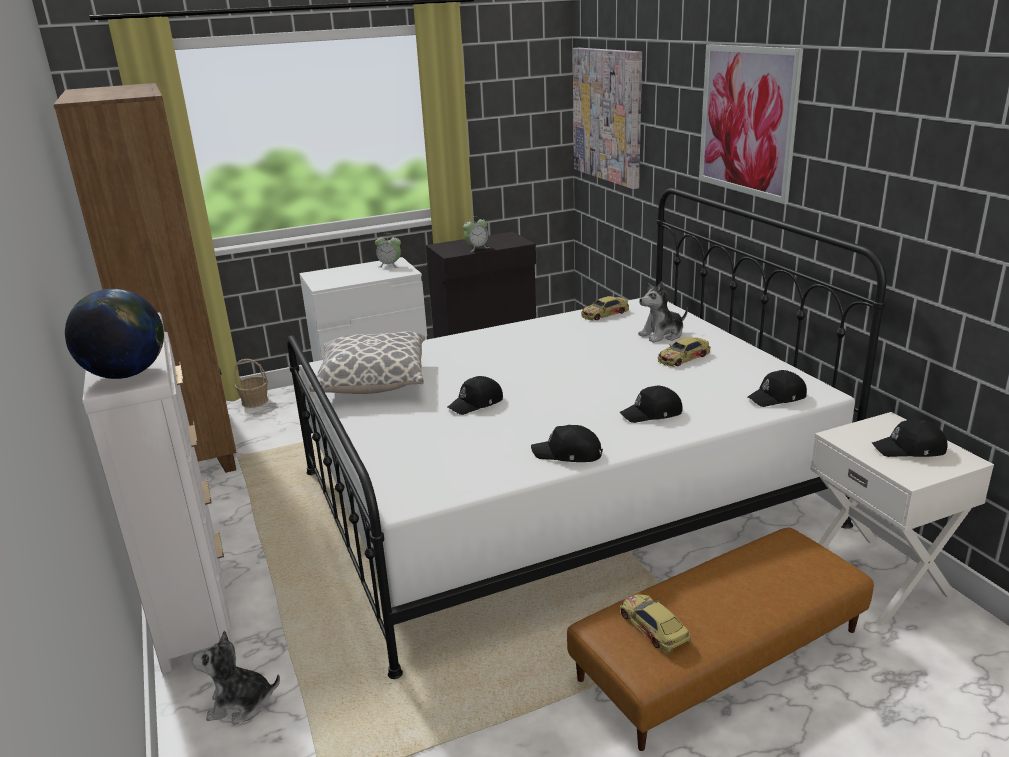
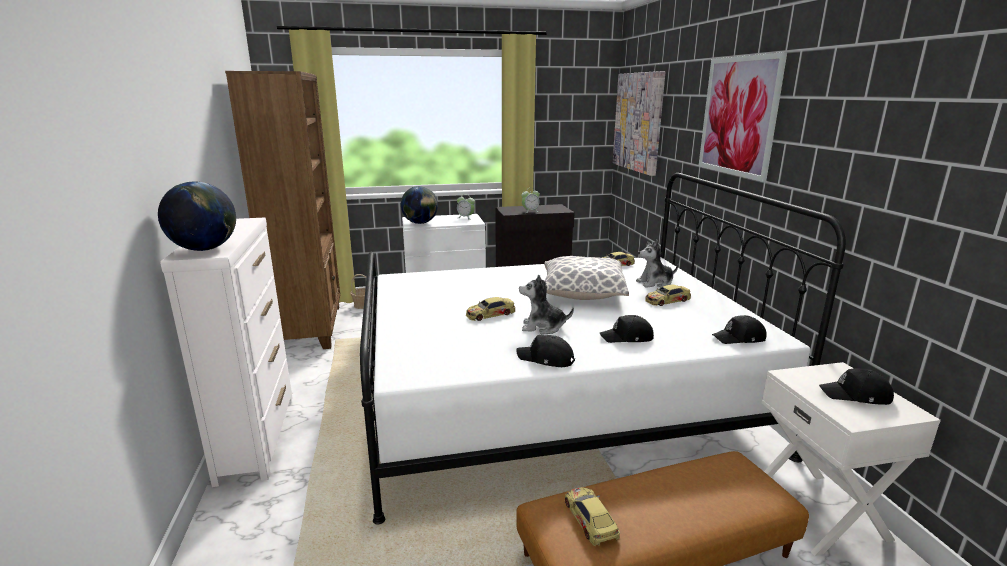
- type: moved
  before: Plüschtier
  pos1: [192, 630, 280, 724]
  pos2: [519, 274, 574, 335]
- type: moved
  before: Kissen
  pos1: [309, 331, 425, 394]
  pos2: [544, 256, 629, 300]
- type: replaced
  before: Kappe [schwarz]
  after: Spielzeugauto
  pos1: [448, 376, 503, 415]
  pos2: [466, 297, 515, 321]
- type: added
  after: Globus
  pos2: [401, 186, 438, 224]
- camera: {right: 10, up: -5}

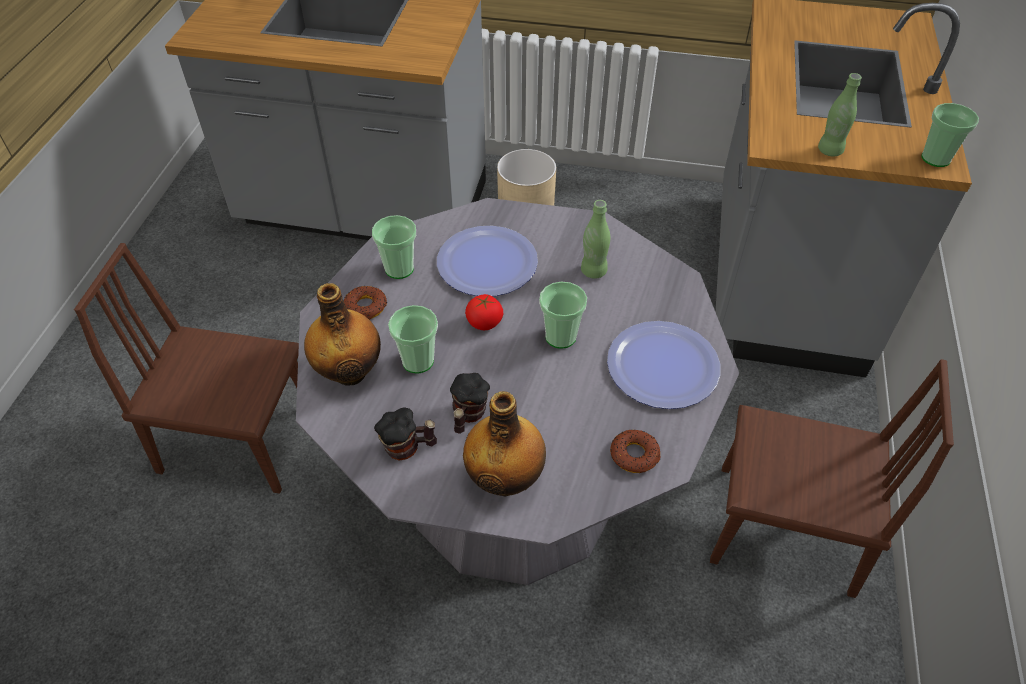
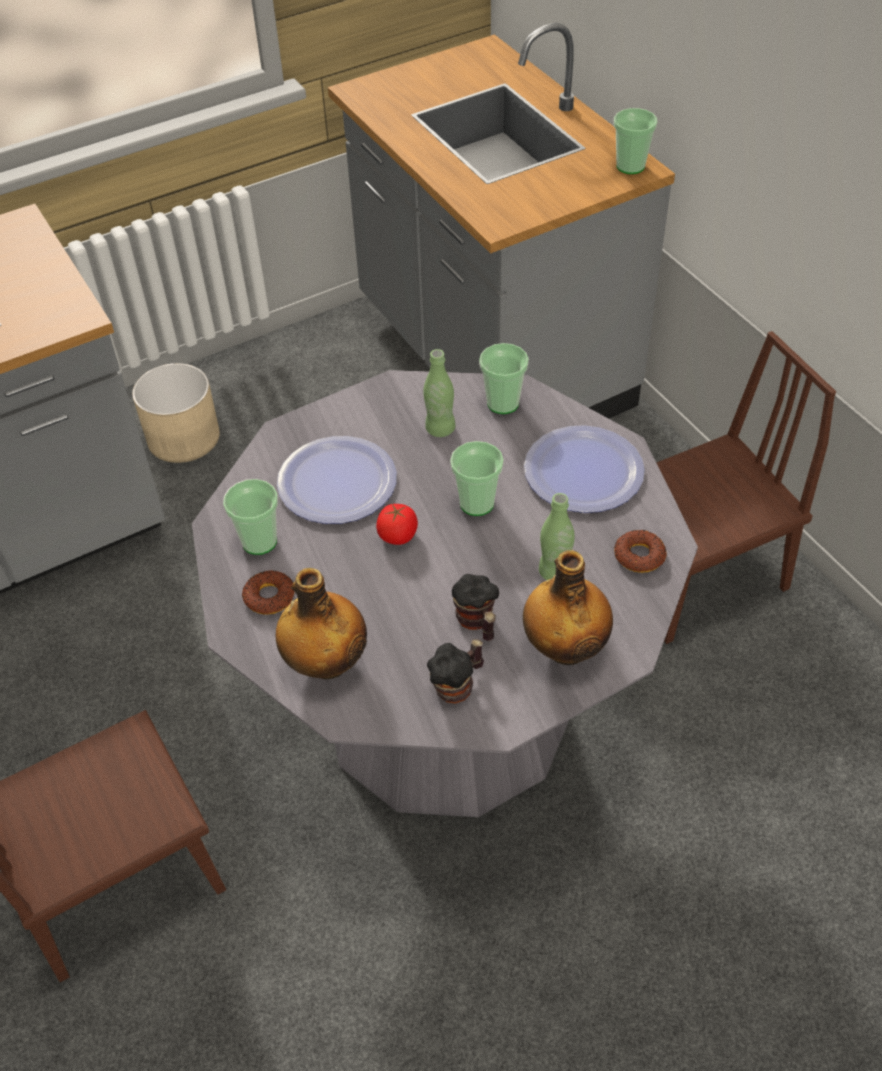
- type: moved
  before: Tasse
  pos1: [388, 305, 438, 374]
  pos2: [479, 343, 529, 414]
- type: moved
  before: Flasche [grün]
  pos1: [818, 73, 862, 156]
  pos2: [539, 493, 575, 580]
- camera: {right: -40, up: 0}

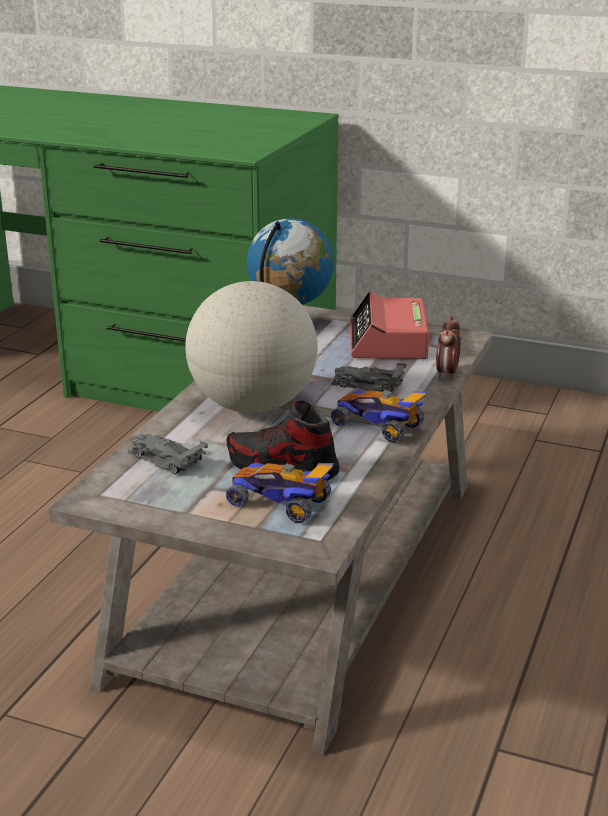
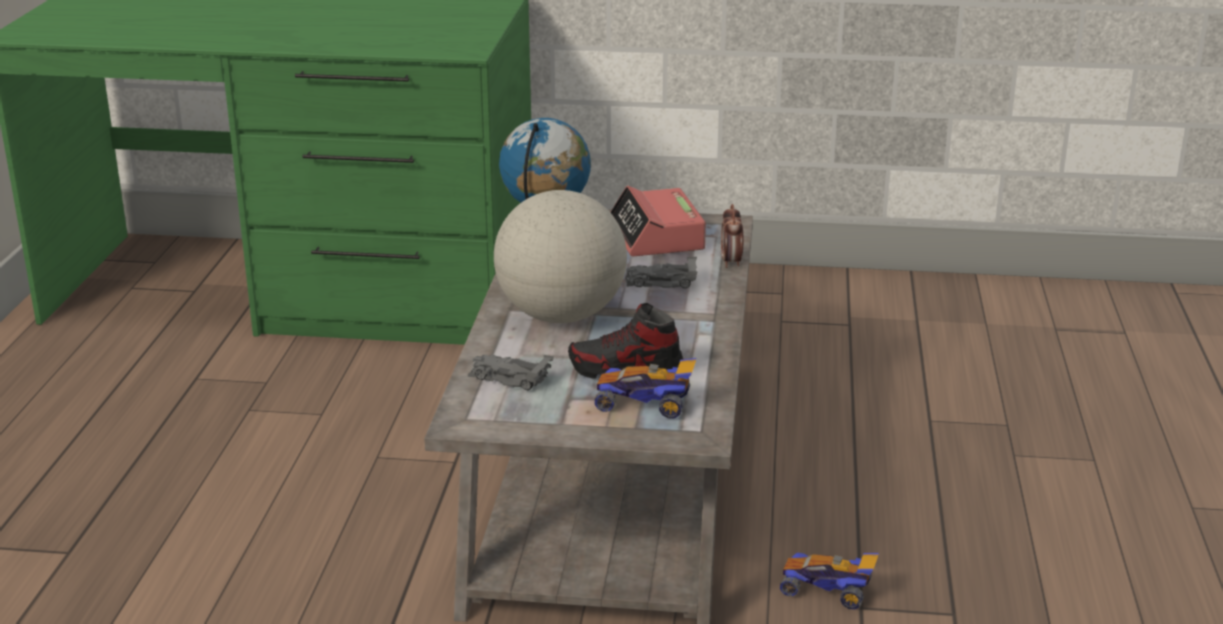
- type: moved
  before: Spielzeugauto
  pos1: [331, 390, 427, 443]
  pos2: [780, 553, 879, 610]
- camera: {right: -15, up: 0}

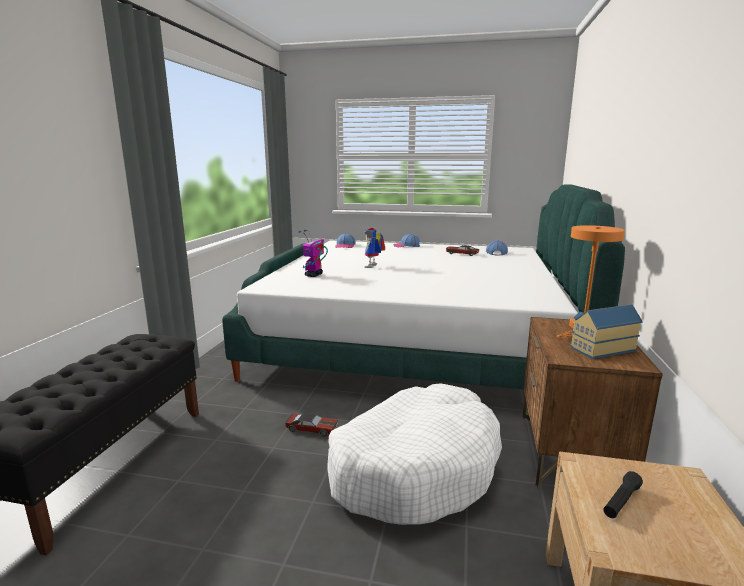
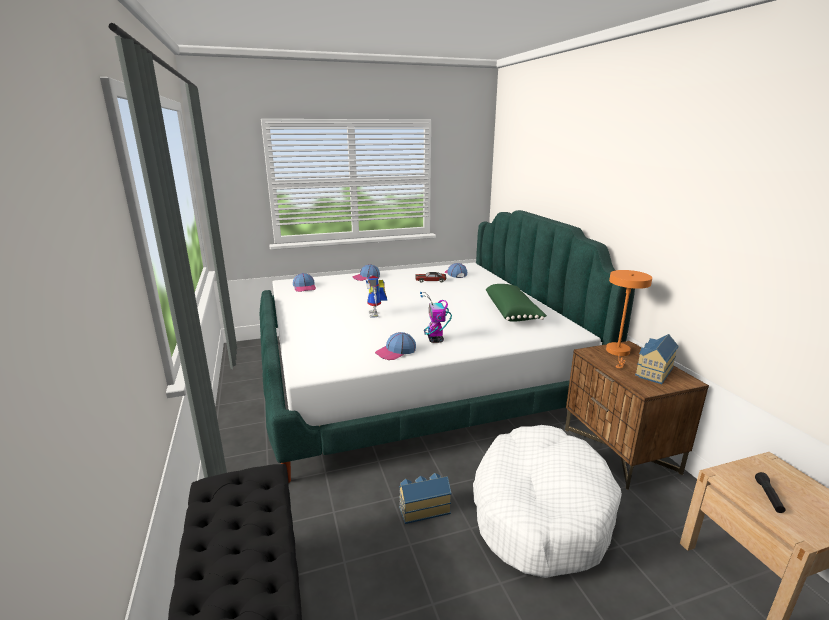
- type: replaced
  before: Spielzeugauto
  after: Spielzeughaus
  pos1: [285, 413, 338, 437]
  pos2: [399, 473, 452, 524]
- type: moved
  before: Spielzeugroboter
  pos1: [298, 230, 328, 277]
  pos2: [420, 292, 452, 343]
- type: added
  after: Kappe
  pos2: [375, 332, 416, 360]
- type: added
  after: Kissen [grün]
  pos2: [486, 284, 547, 322]
- camera: {right: -30, up: 5}

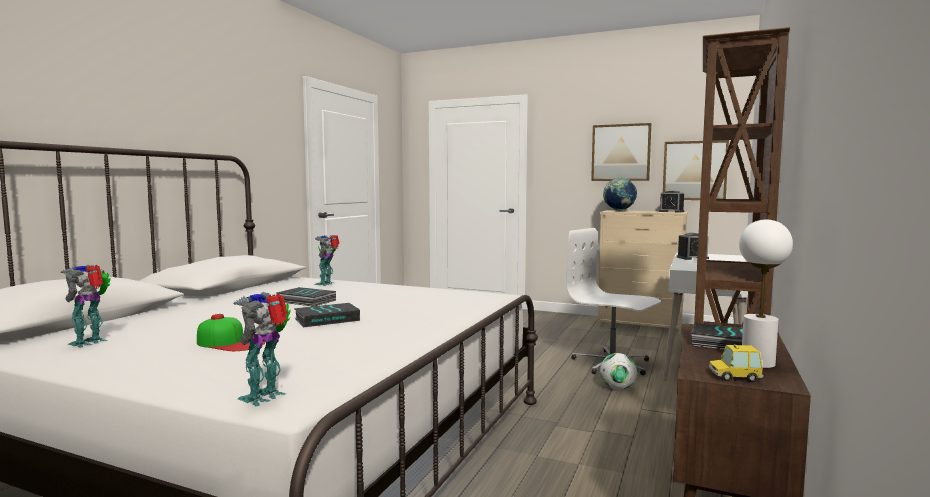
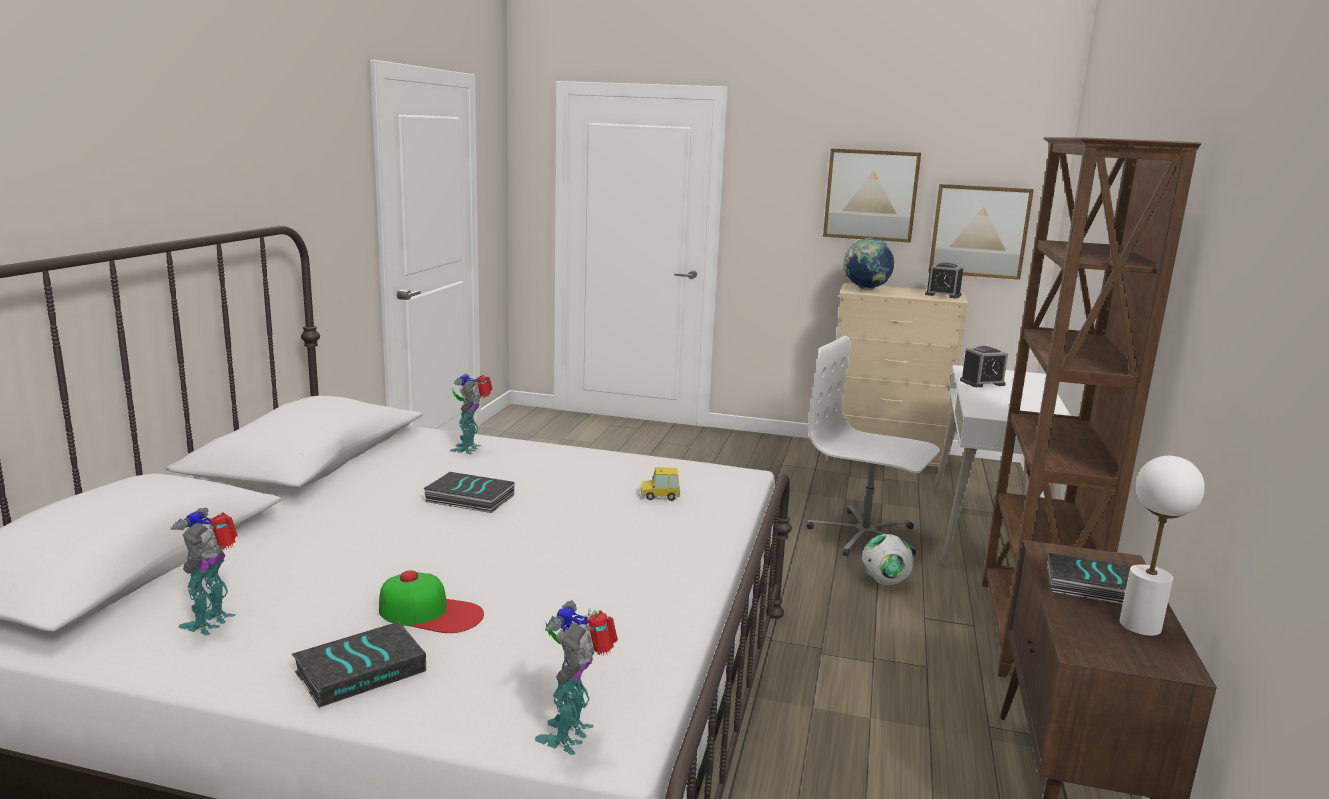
- type: moved
  before: Buch
  pos1: [294, 303, 360, 327]
  pos2: [292, 622, 426, 708]
- type: moved
  before: Spielzeugauto
  pos1: [709, 345, 763, 382]
  pos2: [641, 467, 680, 501]
- camera: {right: -10, up: 10}

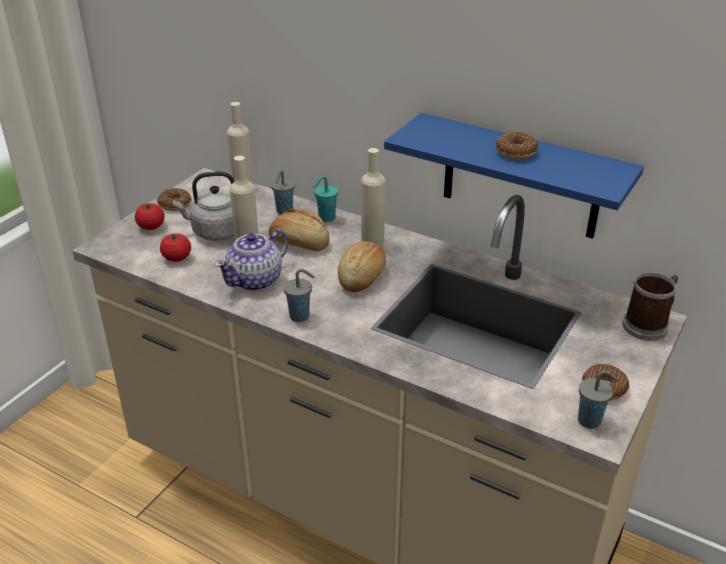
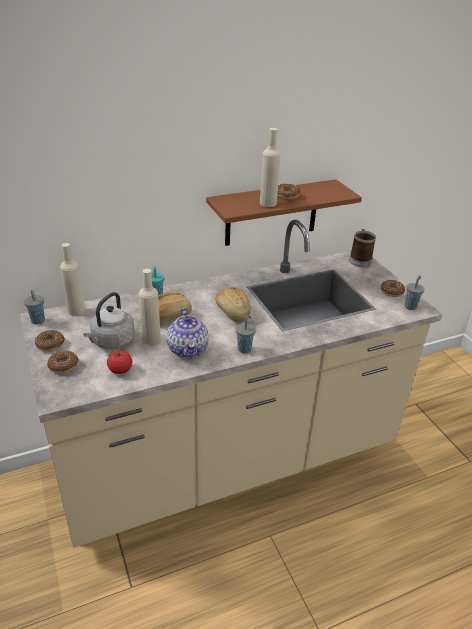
- type: replaced
  before: Tomate
  after: Donut
  pos1: [135, 203, 165, 230]
  pos2: [47, 351, 79, 374]
- type: moved
  before: Tasse [grau]
  pos1: [271, 170, 295, 215]
  pos2: [24, 289, 45, 324]
- type: moved
  before: Flasche [beige]
  pos1: [361, 148, 385, 246]
  pos2: [260, 128, 281, 207]
- type: recoloured
  before: Wandregal [blau]
  after: Wandregal [braun]
  pos1: [384, 113, 644, 239]
  pos2: [206, 179, 362, 246]
- camera: {right: -55, up: 0}

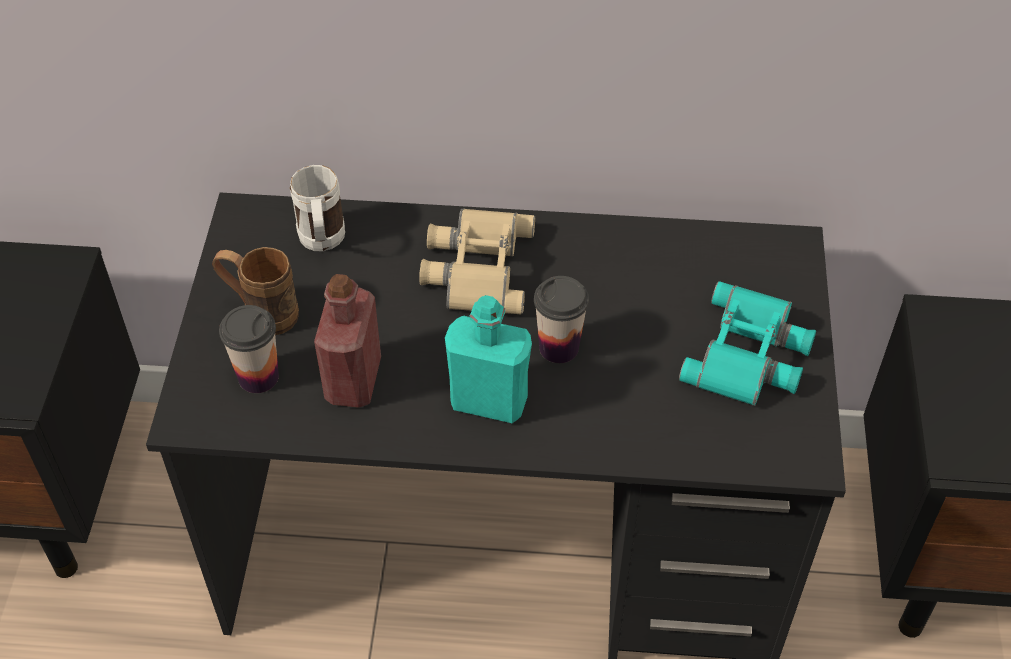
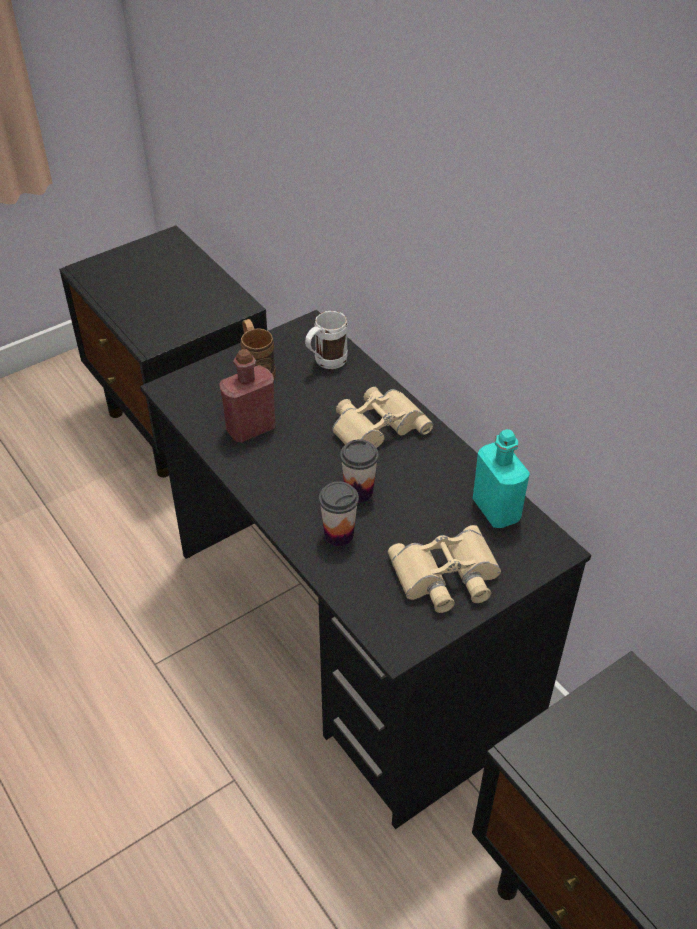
- type: moved
  before: Tasse
  pos1: [219, 305, 279, 393]
  pos2: [319, 481, 359, 546]
- type: moved
  before: Flasche [türkis]
  pos1: [445, 295, 532, 423]
  pos2: [473, 429, 530, 528]
- type: recoloured
  before: Fernglas [türkis]
  after: Fernglas [beige]
  pos1: [679, 281, 816, 406]
  pos2: [388, 525, 501, 613]
- camera: {right: 50, up: -5}

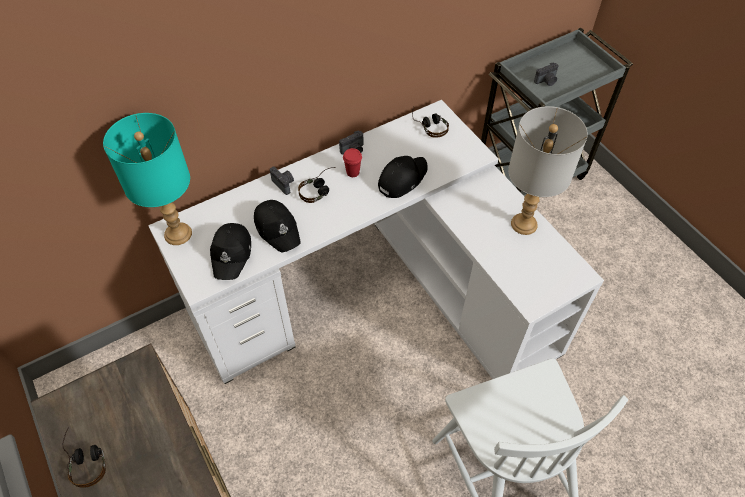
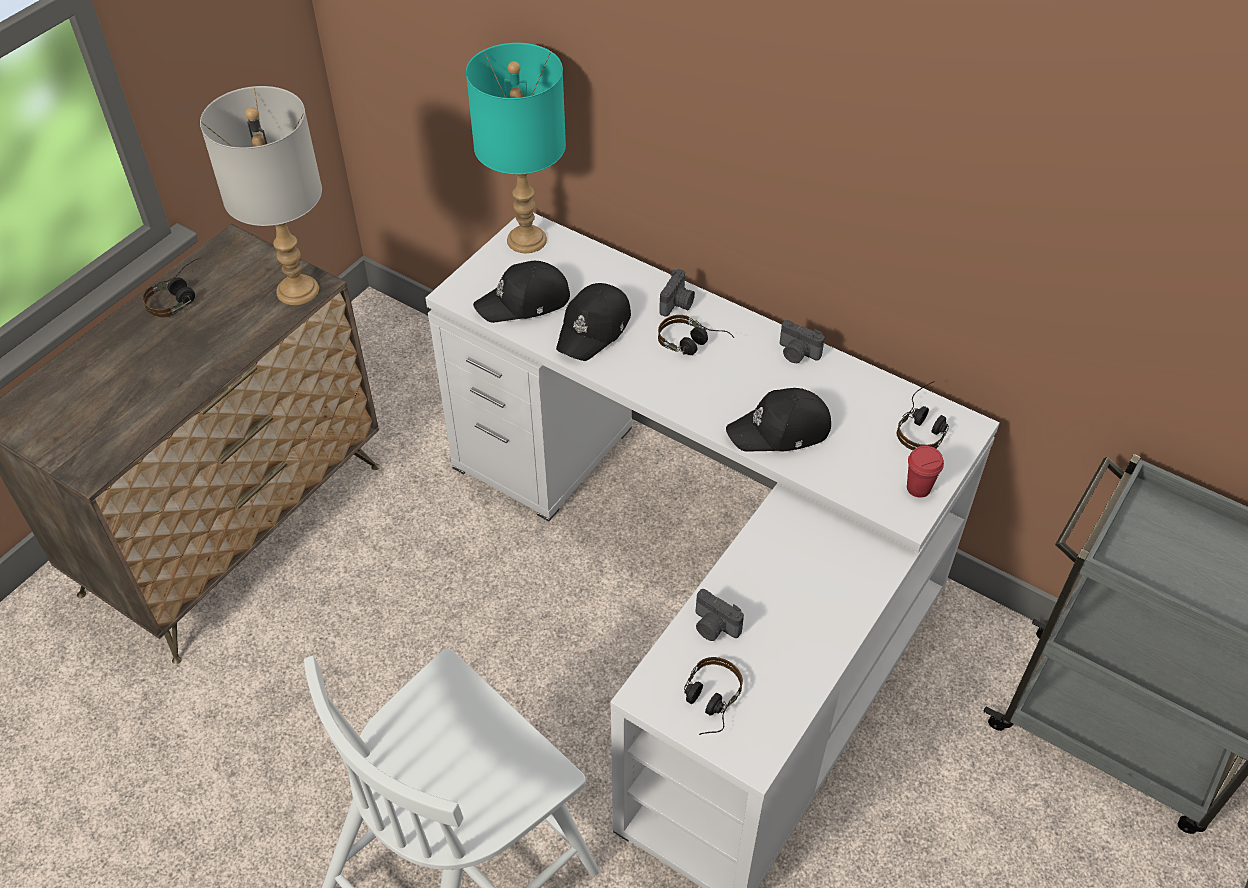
- type: moved
  before: Tasse [rot]
  pos1: [343, 148, 362, 177]
  pos2: [907, 446, 944, 498]
- type: turned
  before: Kappe [schwarz]
  pos1: [378, 156, 428, 198]
  pos2: [726, 388, 831, 452]
  turn: 150
- type: moved
  before: Tischlampe [grau]
  pos1: [508, 106, 588, 235]
  pos2: [200, 86, 322, 305]
- type: moved
  before: Kamera
  pos1: [534, 62, 559, 86]
  pos2: [696, 589, 744, 641]
- type: added
  after: Kopfhörer
  pos2: [684, 657, 743, 735]
- camera: {right: 65, up: -5}

